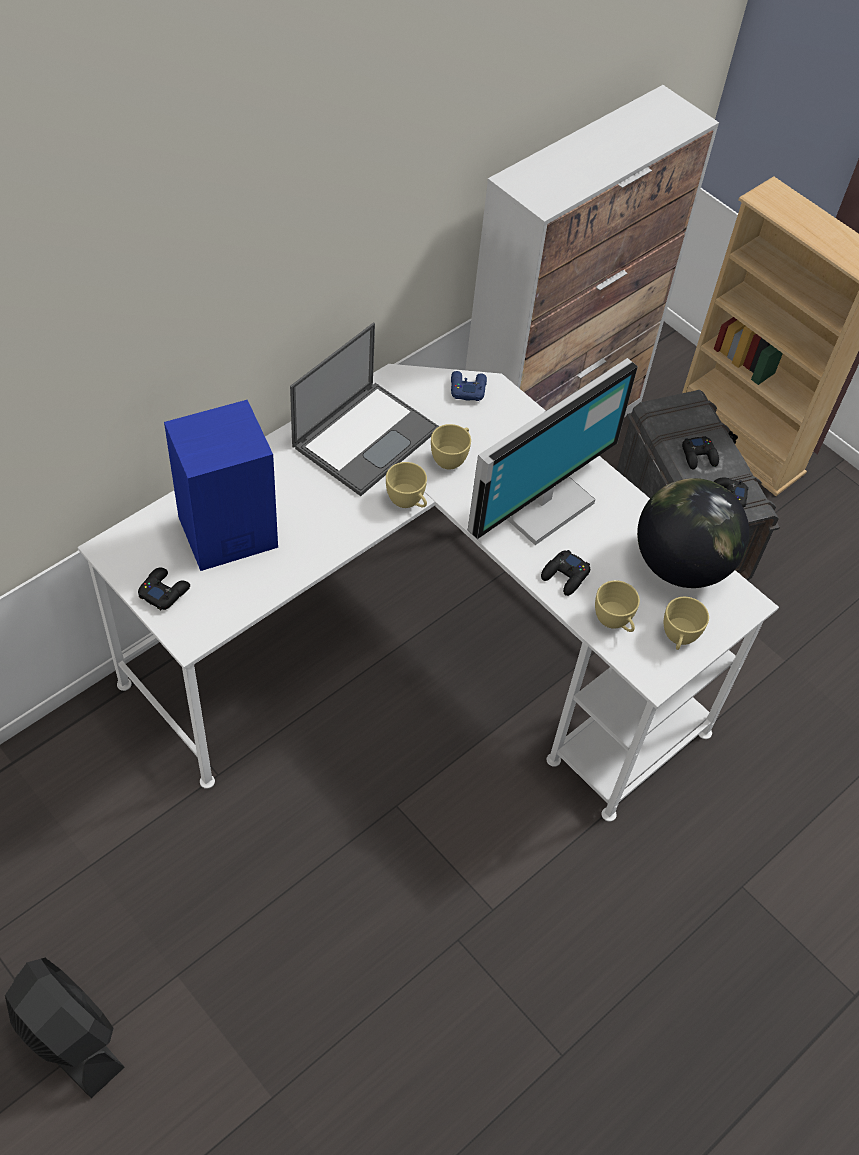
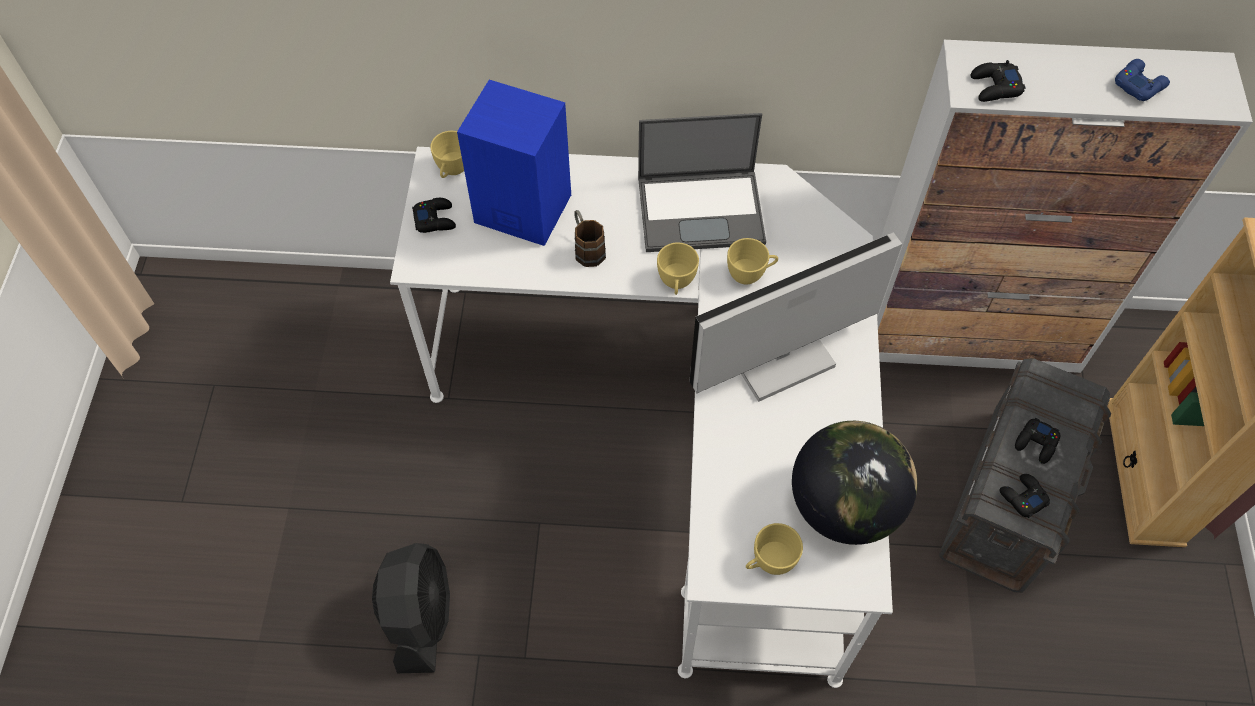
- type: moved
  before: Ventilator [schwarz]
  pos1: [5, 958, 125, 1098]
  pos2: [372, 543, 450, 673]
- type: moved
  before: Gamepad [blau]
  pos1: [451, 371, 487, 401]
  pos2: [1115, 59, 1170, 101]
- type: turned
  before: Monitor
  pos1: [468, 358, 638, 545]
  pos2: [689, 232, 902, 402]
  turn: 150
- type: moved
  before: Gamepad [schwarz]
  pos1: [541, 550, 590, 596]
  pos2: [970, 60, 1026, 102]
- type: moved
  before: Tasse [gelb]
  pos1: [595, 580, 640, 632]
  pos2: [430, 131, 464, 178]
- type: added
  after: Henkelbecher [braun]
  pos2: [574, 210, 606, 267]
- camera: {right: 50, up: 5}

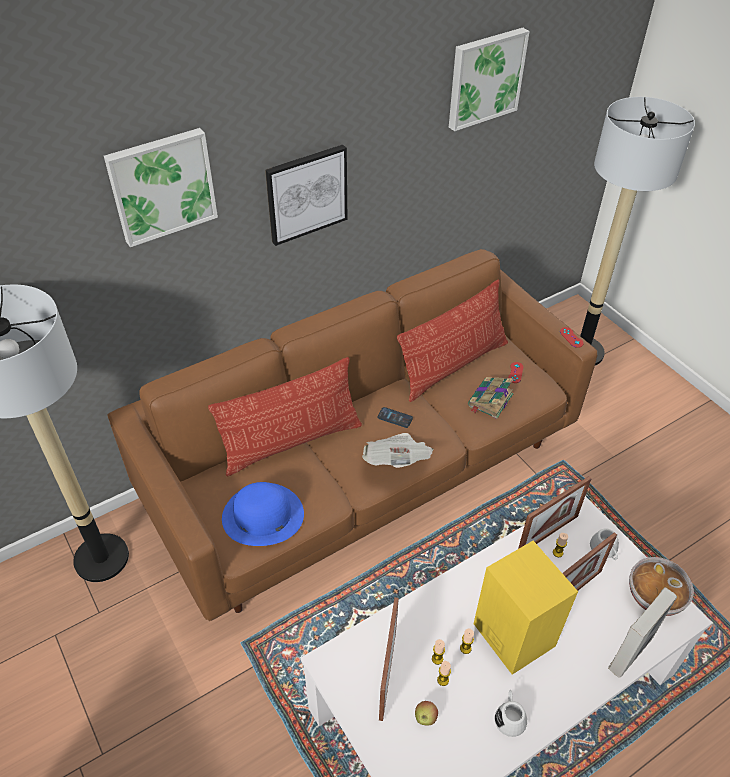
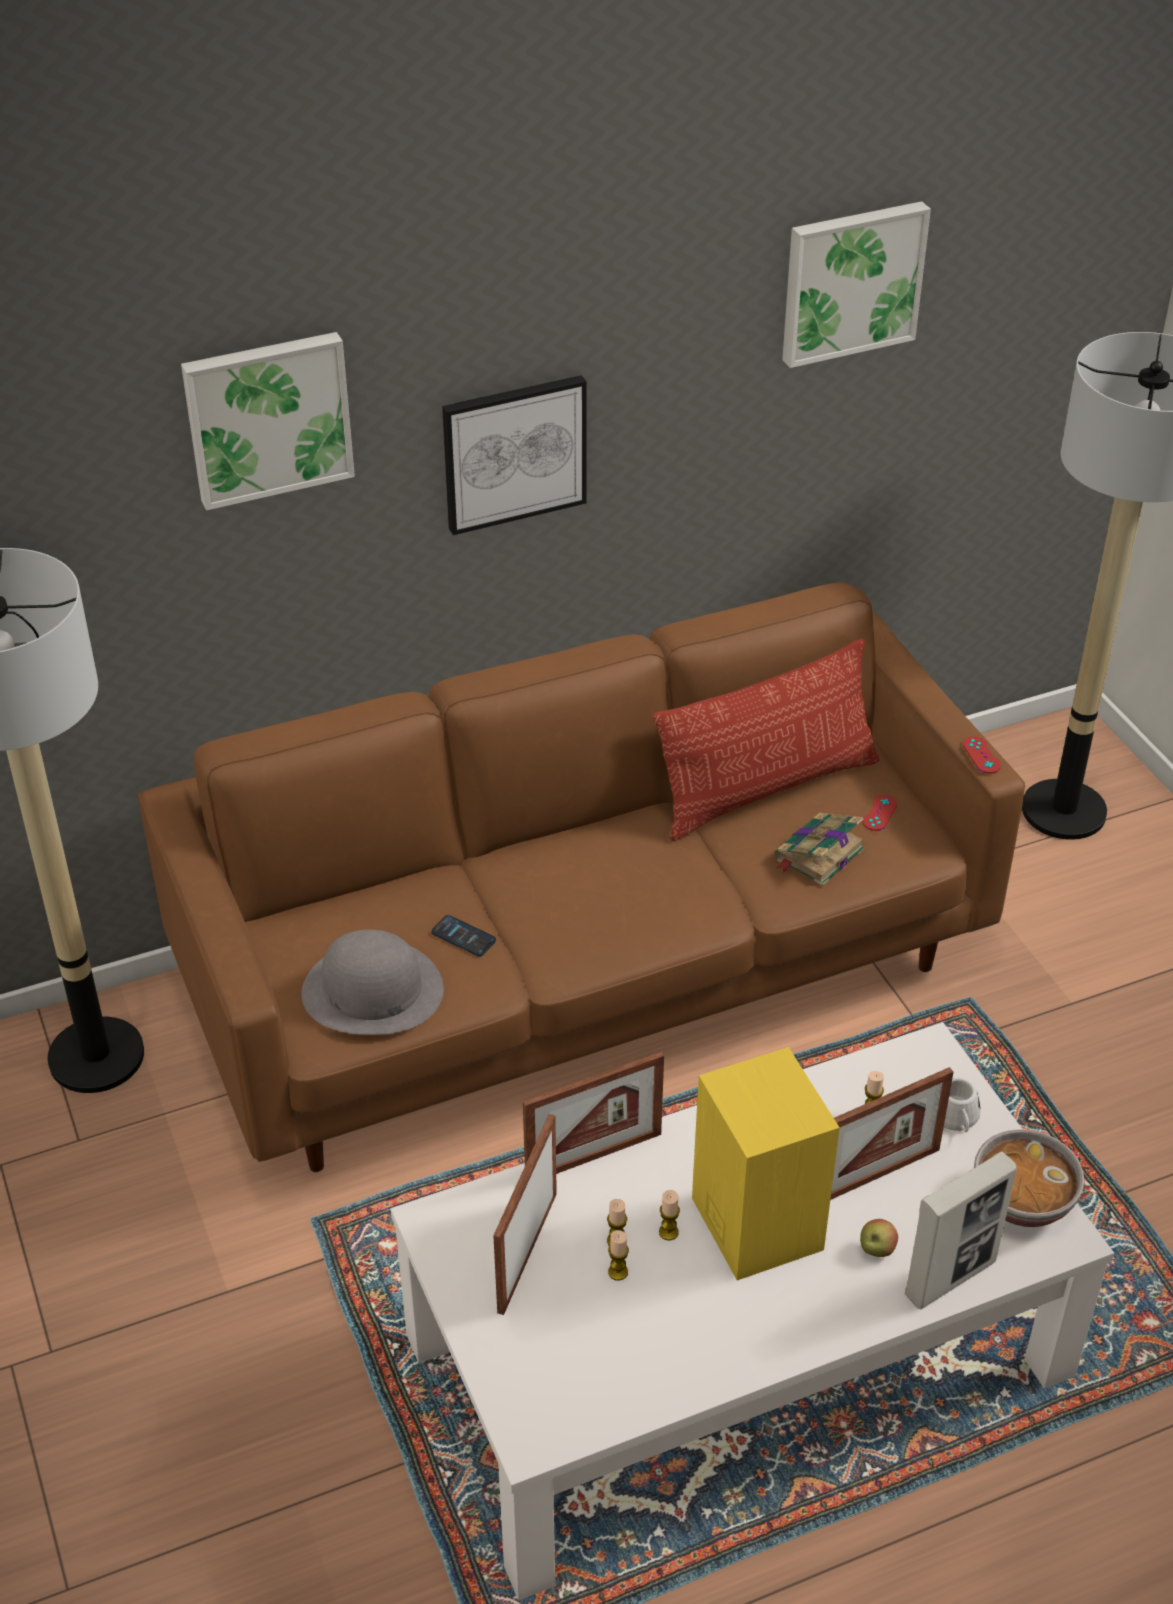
- type: removed
  before: Kissen
  pos1: [208, 357, 362, 476]
- type: recoloured
  before: Hut [blau]
  after: Hut [grau]
  pos1: [222, 482, 304, 546]
  pos2: [302, 929, 444, 1035]
- type: removed
  before: Zeitung
  pos1: [362, 433, 434, 468]
- type: moved
  before: Handy
  pos1: [378, 407, 413, 428]
  pos2: [431, 915, 496, 957]
- type: moved
  before: Apfel
  pos1: [415, 701, 438, 726]
  pos2: [860, 1219, 898, 1257]
- type: removed
  before: Henkelbecher [weiß]
  pos1: [494, 690, 527, 737]
- type: moved
  before: Bilderrahmen
  pos1: [518, 476, 592, 549]
  pos2: [523, 1052, 664, 1174]
- camera: {right: 10, up: -5}

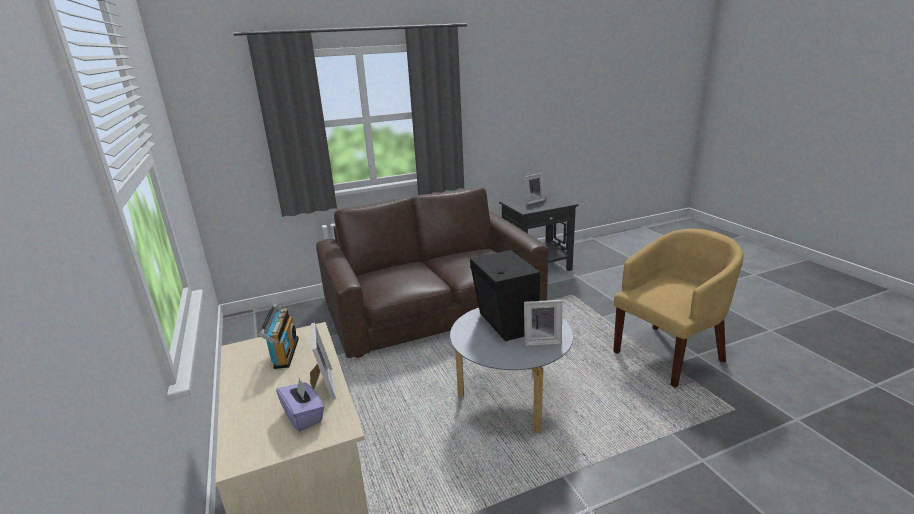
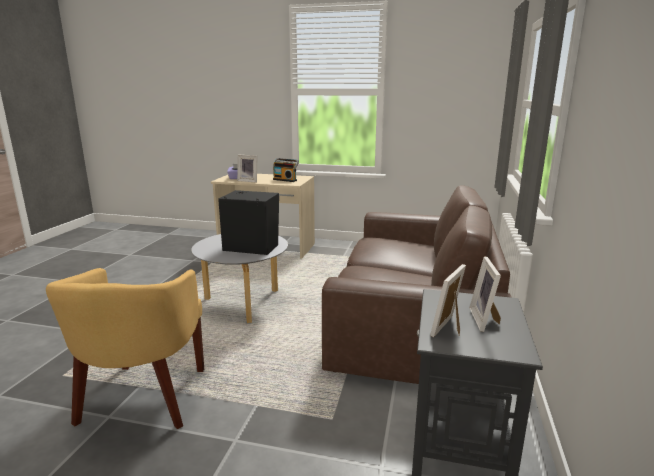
- type: moved
  before: Bilderrahmen
  pos1: [524, 300, 562, 346]
  pos2: [430, 264, 466, 337]
- camera: {right: 125, up: -5}

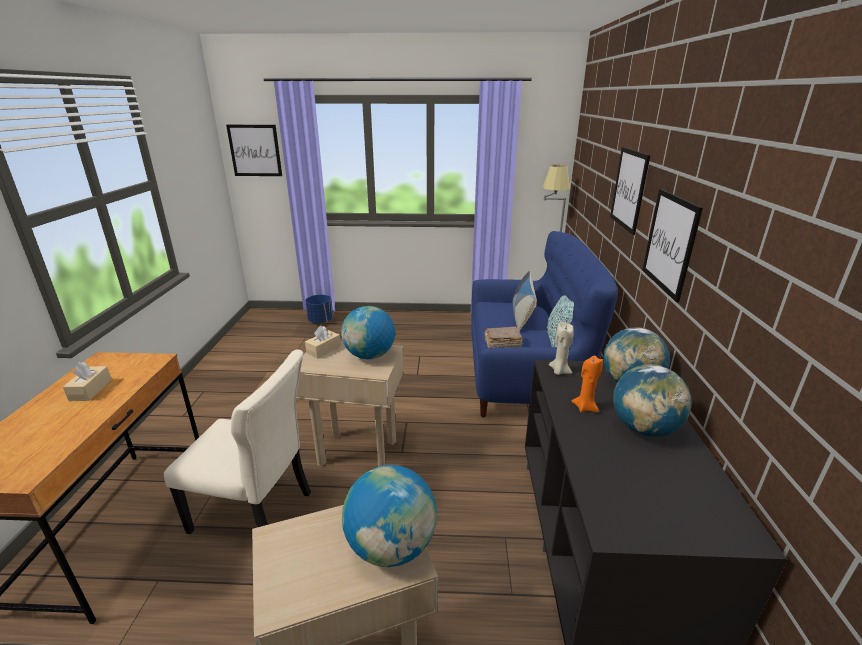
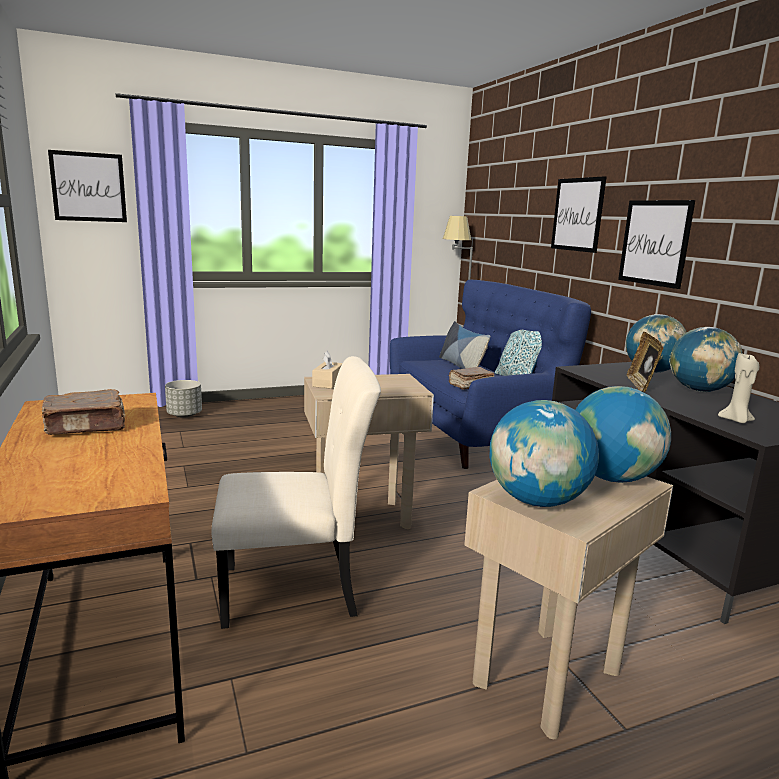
- type: replaced
  before: Taschentuchbox [beige]
  after: Buch [braun]
  pos1: [63, 362, 112, 401]
  pos2: [42, 389, 125, 435]
- type: recoloured
  before: Pflanzkübel [blau]
  after: Pflanzkübel [grau]
  pos1: [305, 295, 333, 323]
  pos2: [165, 380, 202, 418]
- type: moved
  before: Globus
  pos1: [341, 306, 395, 359]
  pos2: [490, 400, 599, 507]
- type: moved
  before: Kerze [beige]
  pos1: [549, 322, 574, 375]
  pos2: [718, 353, 759, 423]
- type: replaced
  before: Kerze [orange]
  after: Bilderrahmen
  pos1: [571, 355, 603, 412]
  pos2: [627, 332, 664, 392]
- camera: {right: -25, up: -10}

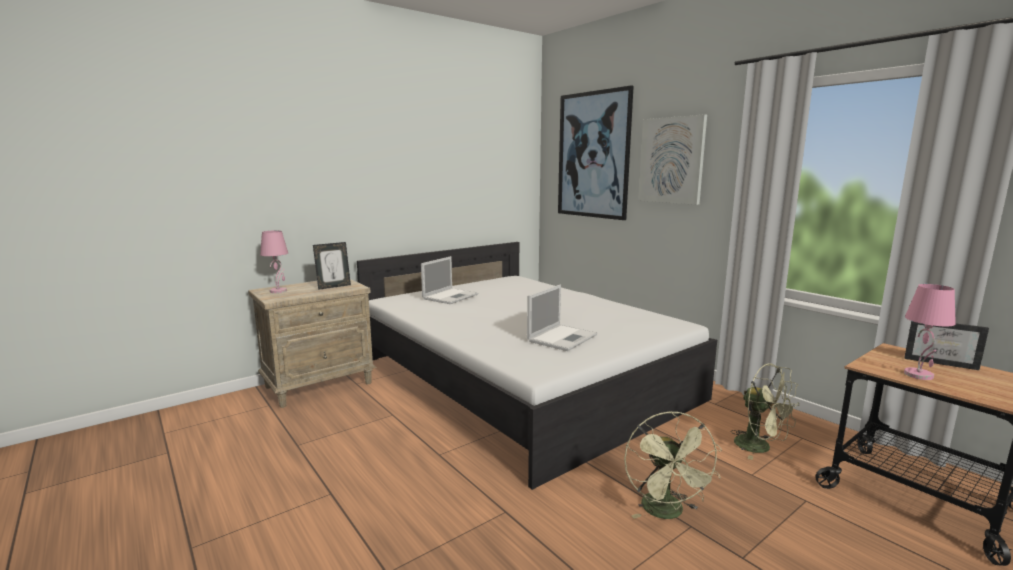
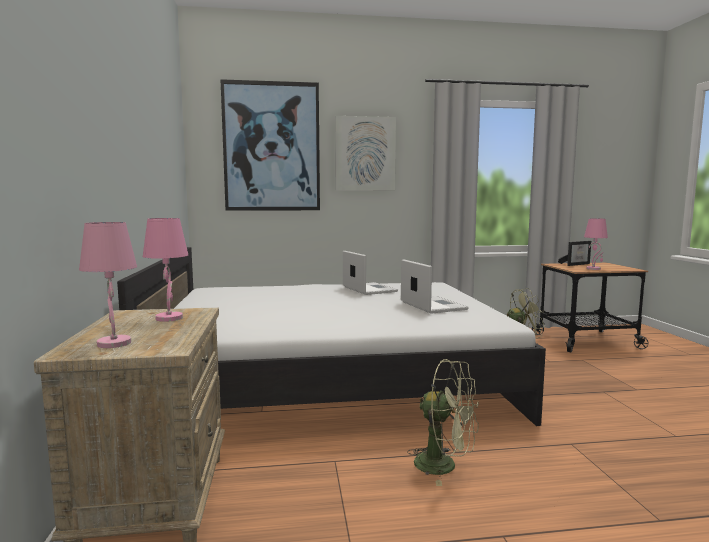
- type: replaced
  before: Bilderrahmen
  after: Tischlampe [rosa]
  pos1: [313, 242, 351, 290]
  pos2: [143, 218, 188, 322]
- type: moved
  before: Laptop
  pos1: [421, 256, 478, 304]
  pos2: [343, 251, 398, 295]
- type: moved
  before: Ventilator [grün]
  pos1: [624, 411, 722, 519]
  pos2: [407, 359, 479, 486]
- camera: {right: -60, up: -5}

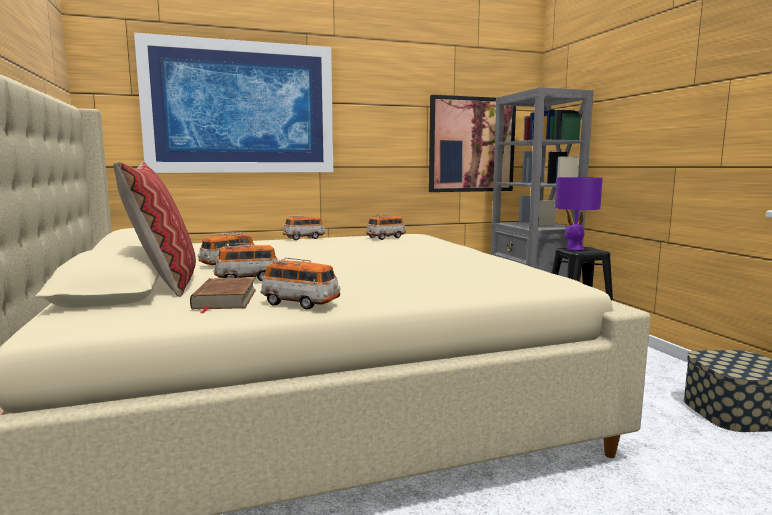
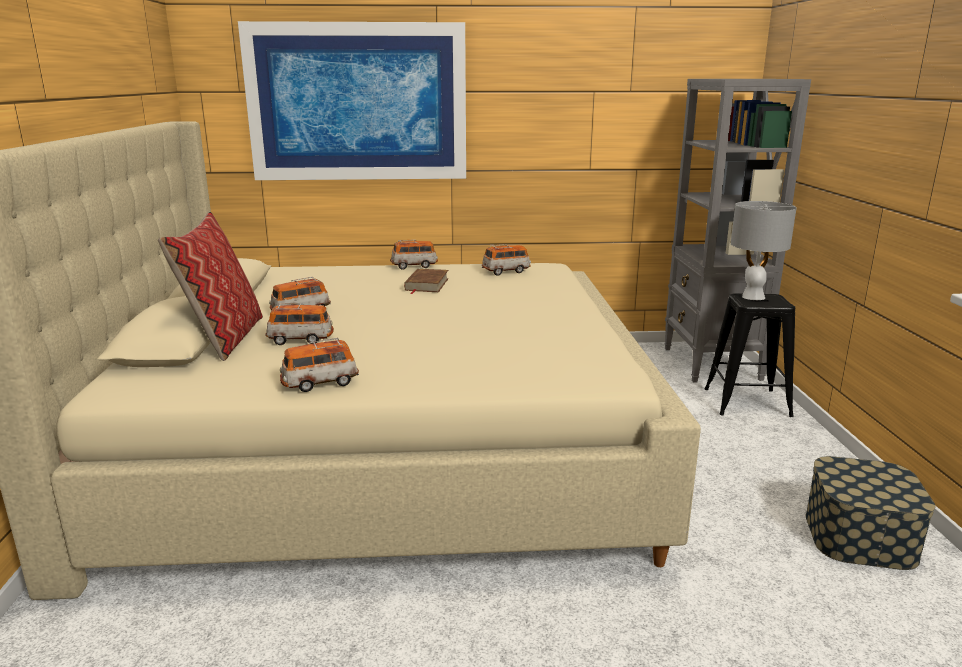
- type: moved
  before: Buch [braun]
  pos1: [190, 278, 256, 313]
  pos2: [404, 269, 449, 294]
- type: turned
  before: Spielzeugauto
  pos1: [261, 257, 340, 310]
  pos2: [280, 338, 359, 392]
  turn: 120
- type: removed
  before: Bild
  pos1: [429, 95, 516, 192]
- type: recoloured
  before: Tischlampe [lila]
  after: Tischlampe [grau]
  pos1: [555, 177, 603, 250]
  pos2: [731, 201, 797, 300]
- camera: {right: 15, up: 10}

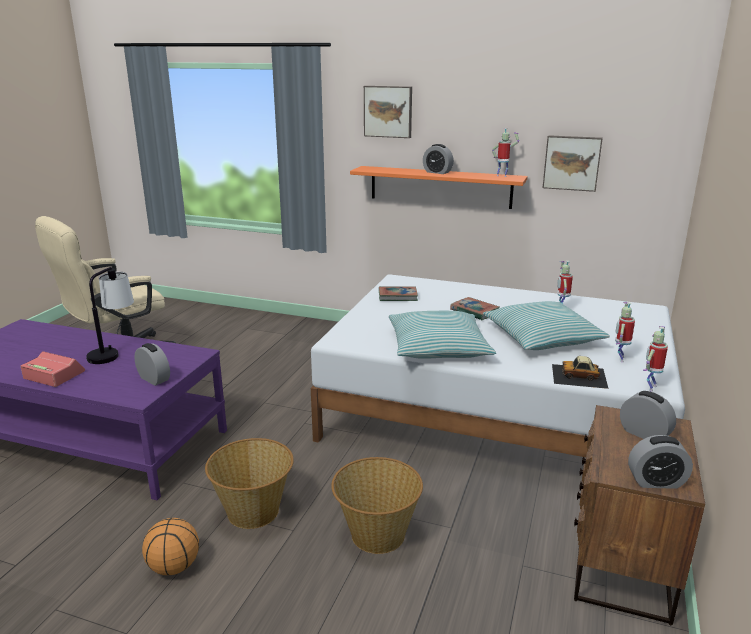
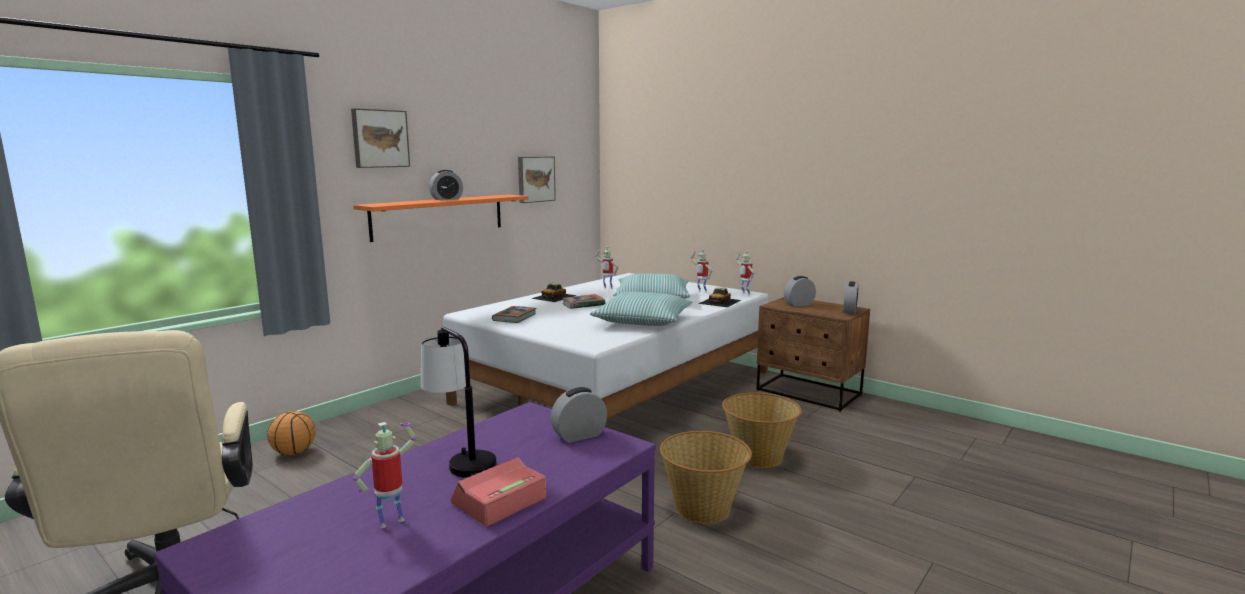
- type: moved
  before: Basketball
  pos1: [142, 518, 199, 575]
  pos2: [267, 411, 316, 455]
- type: moved
  before: Spielzeugroboter
  pos1: [492, 128, 519, 177]
  pos2: [353, 422, 416, 528]
- type: added
  after: Spielzeugauto
  pos2: [531, 283, 577, 302]
- camera: {right: -70, up: -10}

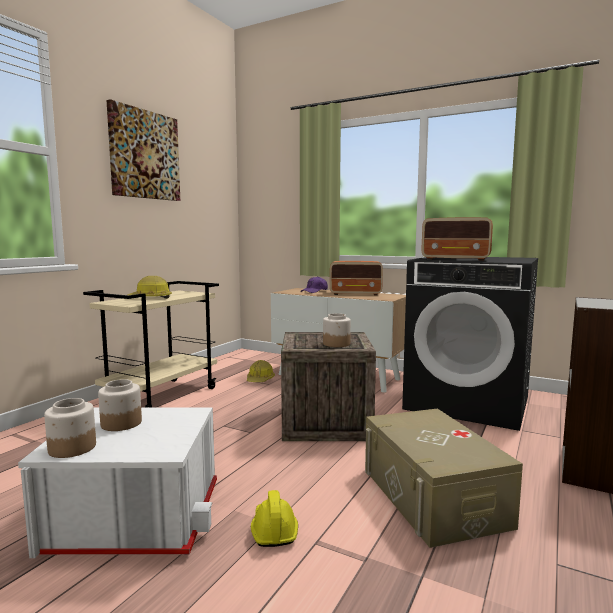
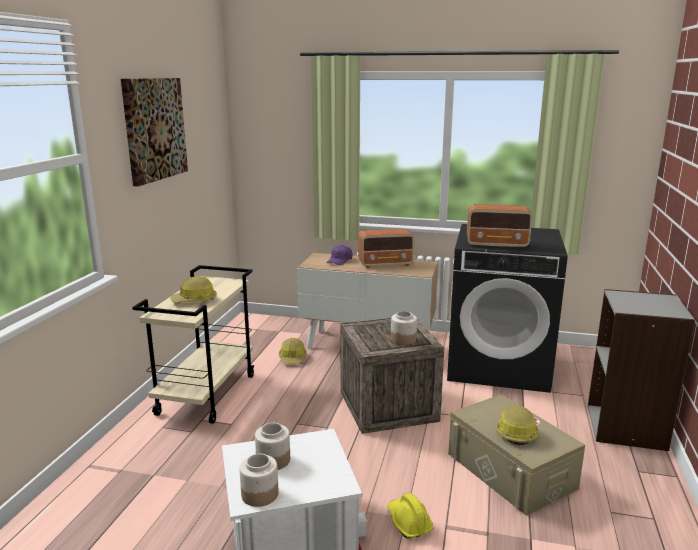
- type: added
  after: Schutzhelm
  pos2: [496, 405, 539, 445]
- camera: {right: -15, up: 10}

